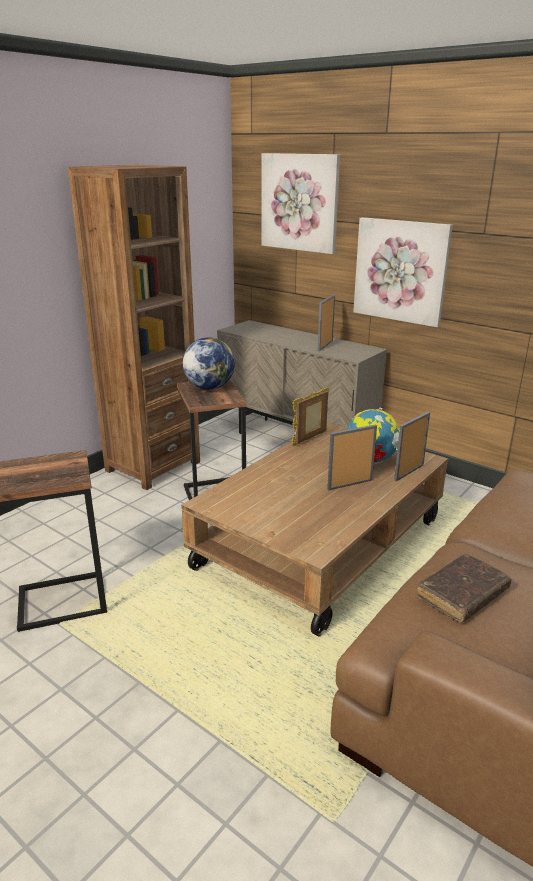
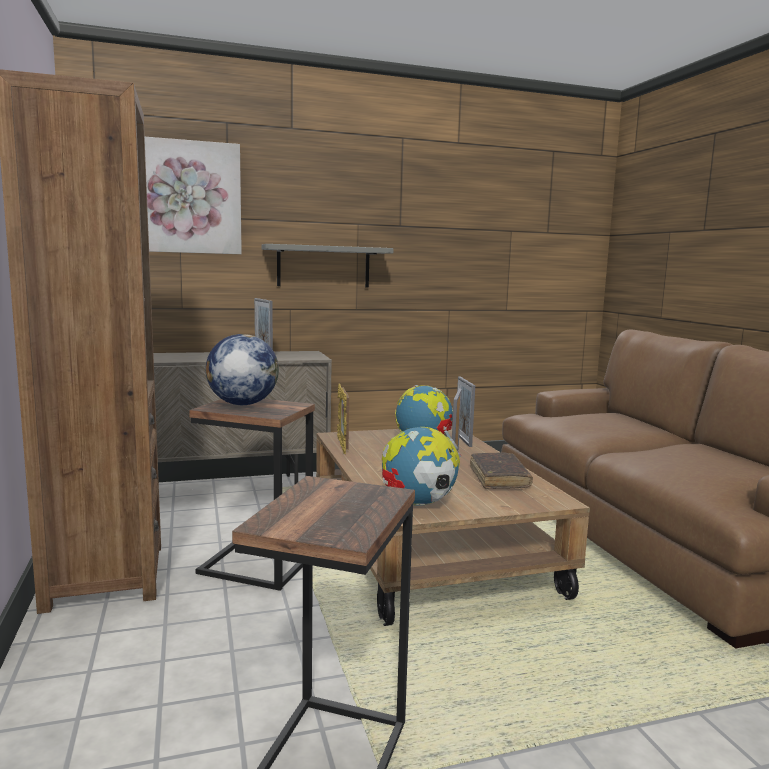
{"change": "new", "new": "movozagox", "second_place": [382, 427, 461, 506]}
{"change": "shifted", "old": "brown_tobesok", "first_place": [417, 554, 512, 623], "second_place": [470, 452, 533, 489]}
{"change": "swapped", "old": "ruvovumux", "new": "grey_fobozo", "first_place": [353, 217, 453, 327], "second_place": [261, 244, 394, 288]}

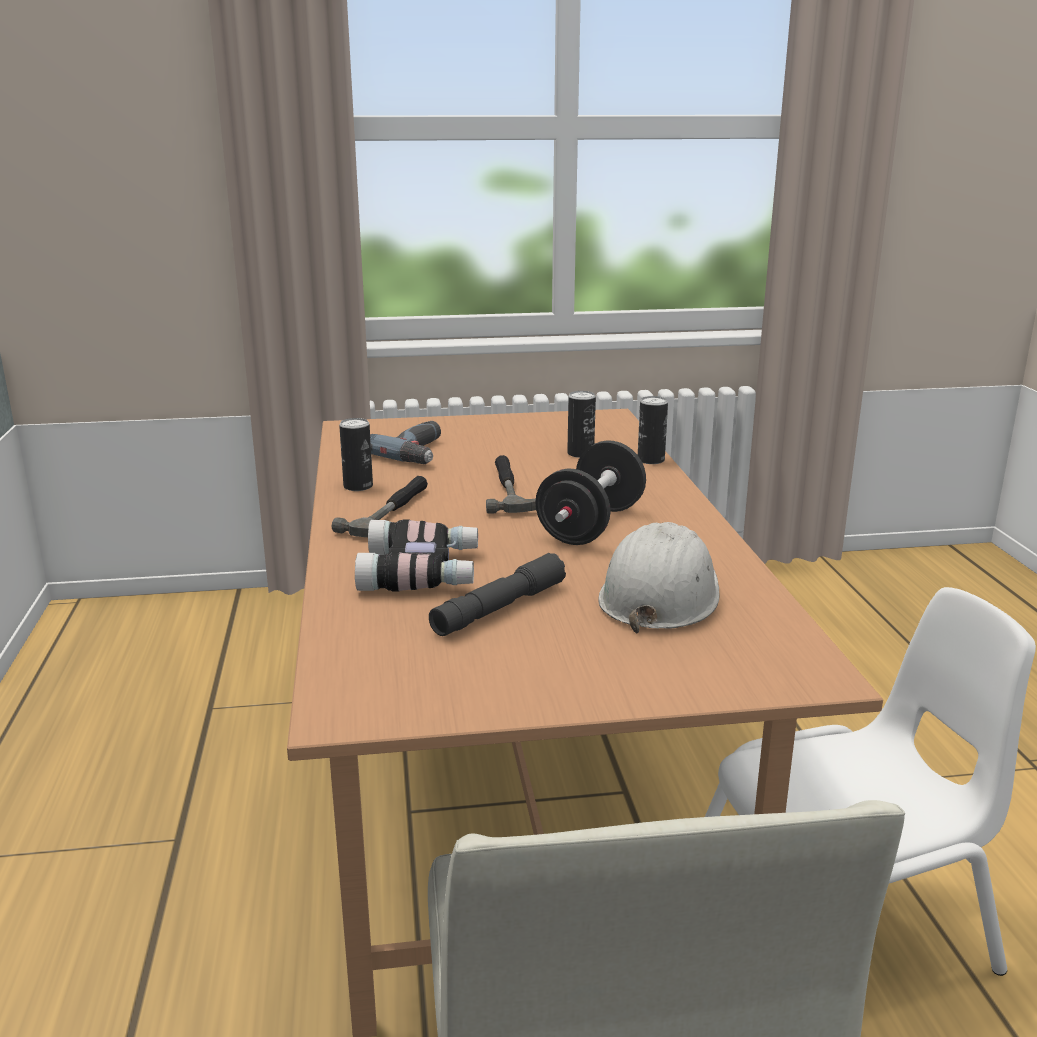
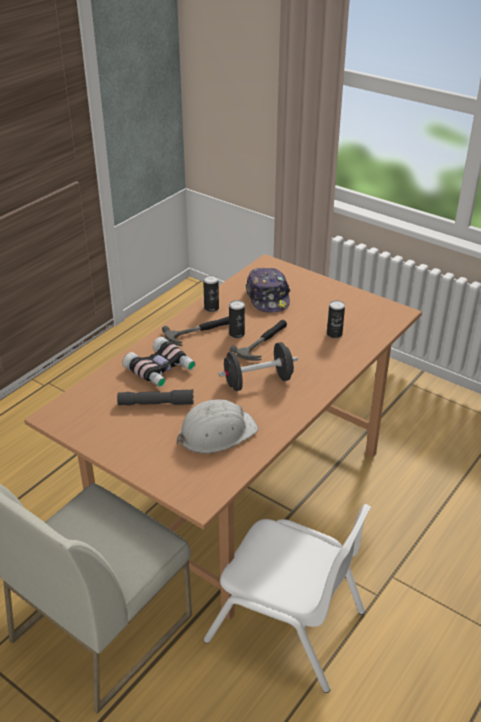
{"change": "shifted", "old": "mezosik", "first_place": [638, 396, 668, 464], "second_place": [229, 300, 245, 338]}
{"change": "swapped", "old": "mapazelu", "new": "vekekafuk", "first_place": [370, 421, 441, 464], "second_place": [246, 268, 290, 313]}

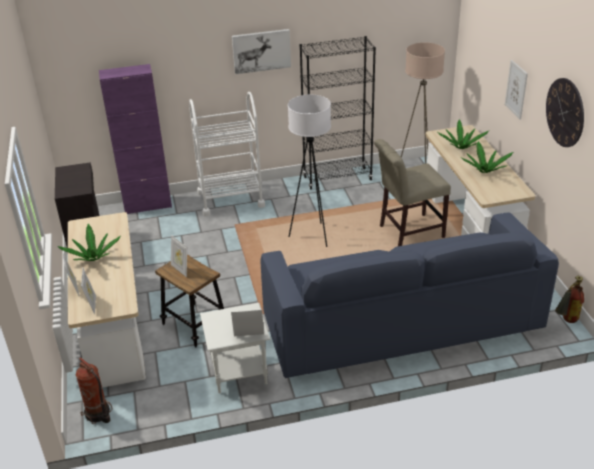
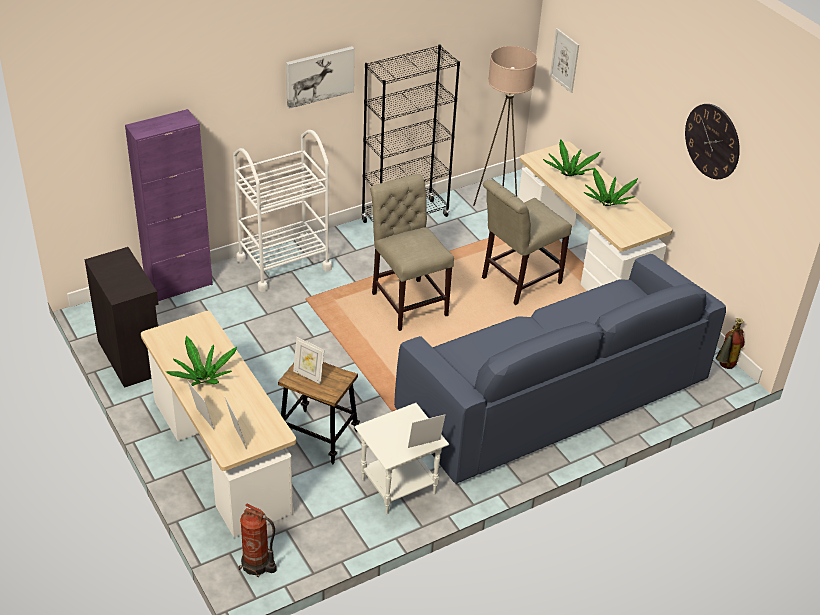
{"change": "shifted", "old": "ruvovumux", "first_place": [505, 60, 528, 120], "second_place": [550, 28, 579, 93]}
{"change": "swapped", "old": "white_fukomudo", "new": "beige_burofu", "first_place": [288, 94, 331, 247], "second_place": [370, 174, 454, 331]}

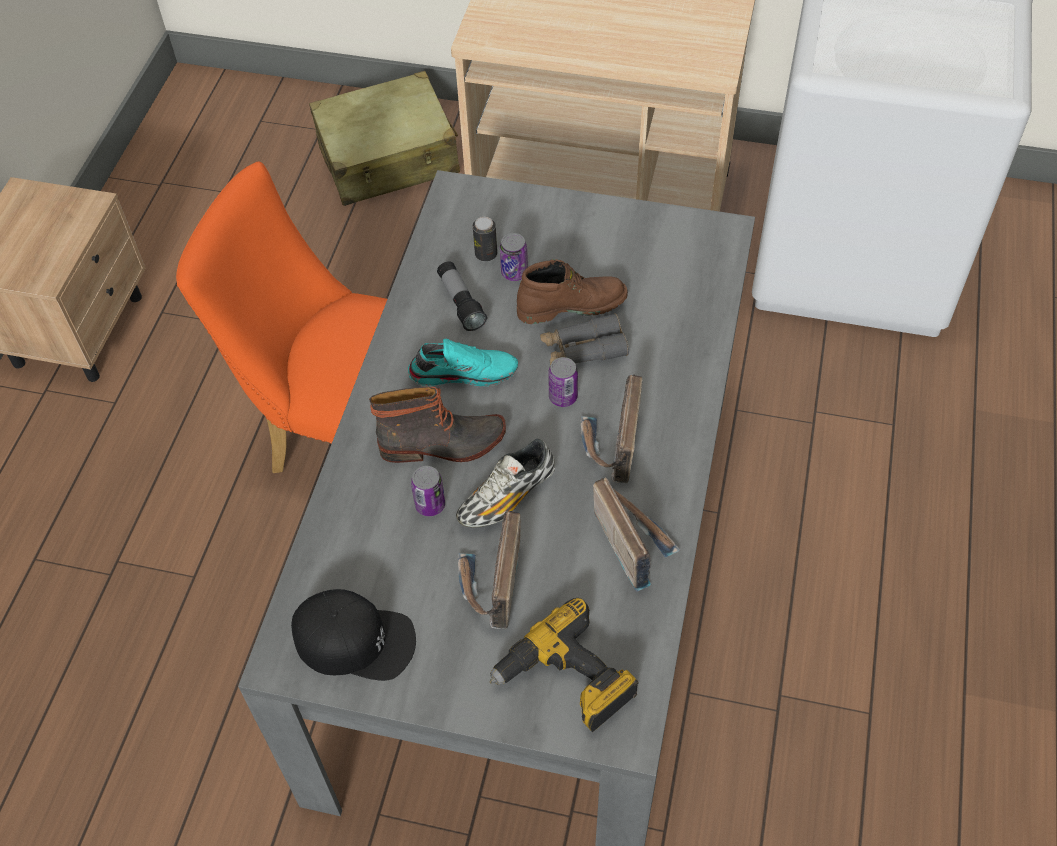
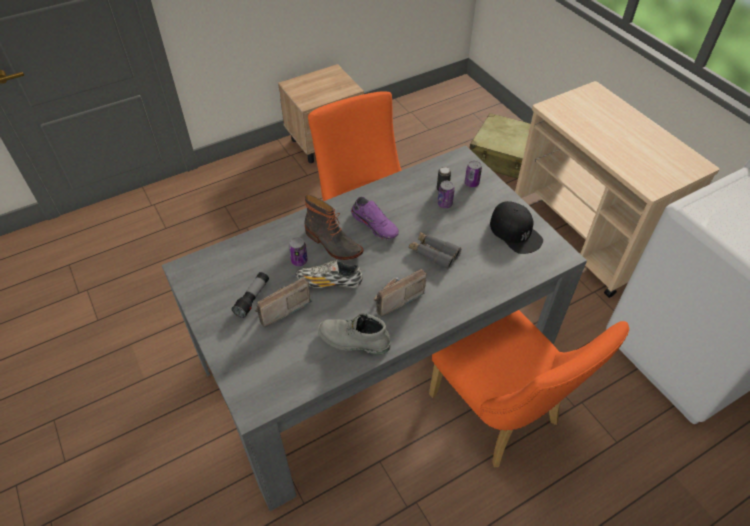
{"change": "gone", "old": "mapazelu", "first_place": [489, 598, 639, 732]}
{"change": "gone", "old": "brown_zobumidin", "first_place": [517, 259, 628, 324]}
{"change": "new", "new": "orange_burofu", "second_place": [429, 310, 629, 468]}
{"change": "shifted", "old": "black_vekekafuk", "first_place": [291, 589, 416, 681], "second_place": [490, 201, 543, 254]}
{"change": "shifted", "old": "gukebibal", "first_place": [437, 261, 487, 331], "second_place": [231, 272, 269, 318]}
{"change": "shifted", "old": "mezosik", "first_place": [548, 357, 578, 407], "second_place": [465, 160, 482, 187]}
{"change": "swapped", "old": "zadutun", "new": "grey_zobumidin", "first_place": [593, 477, 680, 592], "second_place": [318, 313, 391, 355]}
{"change": "repainted", "old": "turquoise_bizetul", "new": "purple_bizetul", "first_place": [408, 339, 518, 386], "second_place": [351, 197, 399, 240]}

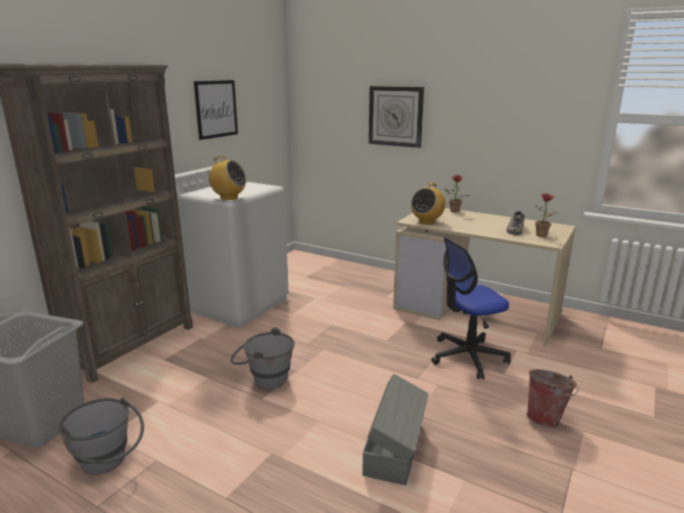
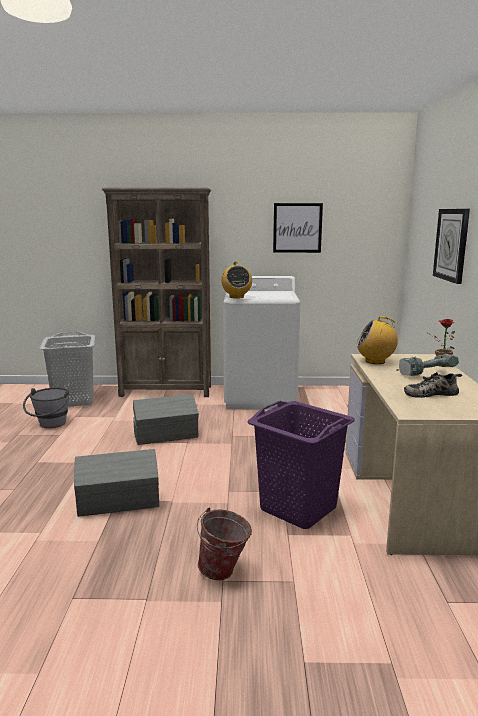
{"change": "gone", "old": "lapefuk", "first_place": [535, 193, 558, 237]}
{"change": "new", "new": "mapazelu", "second_place": [396, 354, 459, 376]}
{"change": "swapped", "old": "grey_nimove", "new": "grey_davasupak", "first_place": [231, 327, 295, 389], "second_place": [133, 394, 199, 445]}
{"change": "swapped", "old": "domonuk", "new": "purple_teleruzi", "first_place": [431, 237, 511, 379], "second_place": [247, 401, 355, 529]}

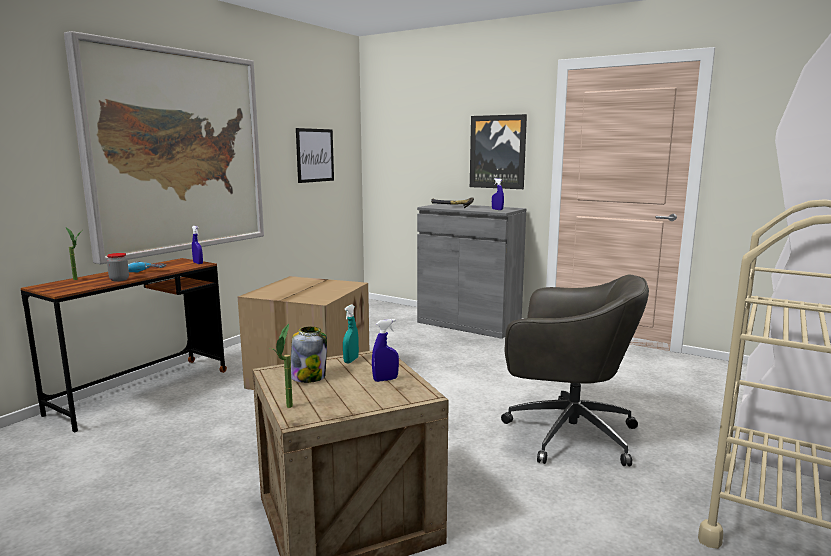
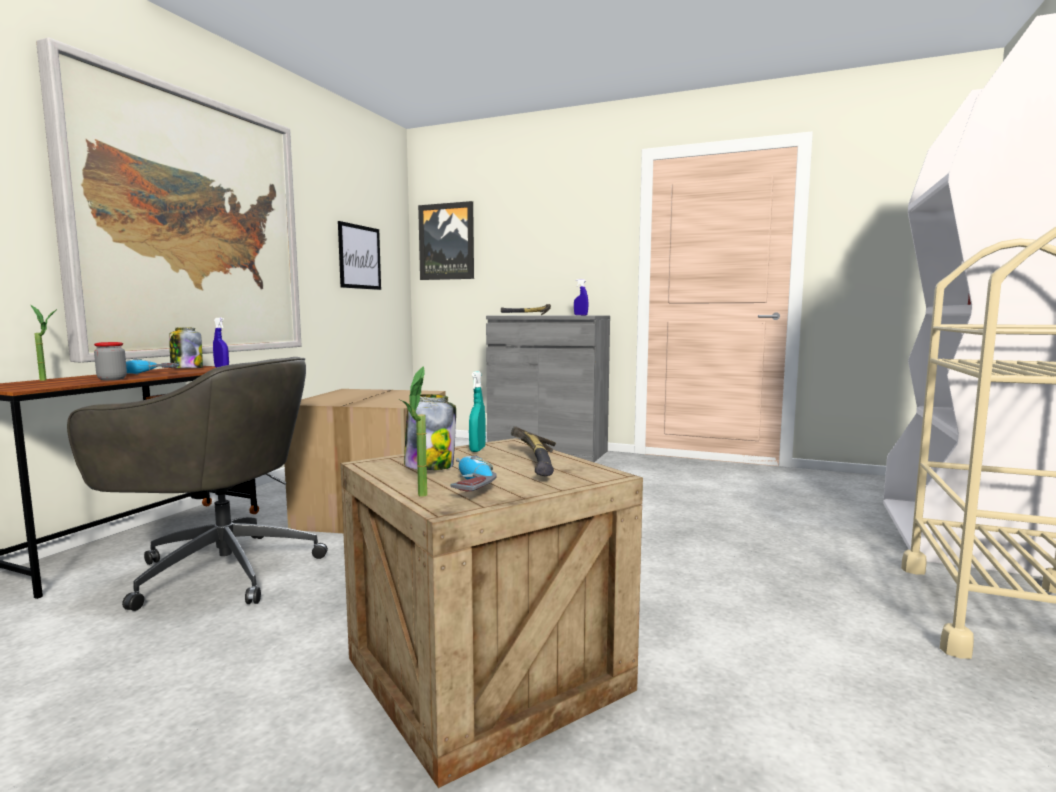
{"change": "new", "new": "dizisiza", "second_place": [169, 327, 203, 368]}
{"change": "new", "new": "mapazelu", "second_place": [450, 455, 497, 491]}
{"change": "shifted", "old": "ruvovumux", "first_place": [470, 114, 527, 189], "second_place": [418, 201, 474, 280]}
{"change": "shifted", "old": "grey_domonuk", "first_place": [501, 275, 649, 466], "second_place": [67, 357, 328, 611]}
{"change": "swapped", "old": "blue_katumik", "new": "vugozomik", "first_place": [372, 319, 399, 382], "second_place": [511, 426, 556, 476]}

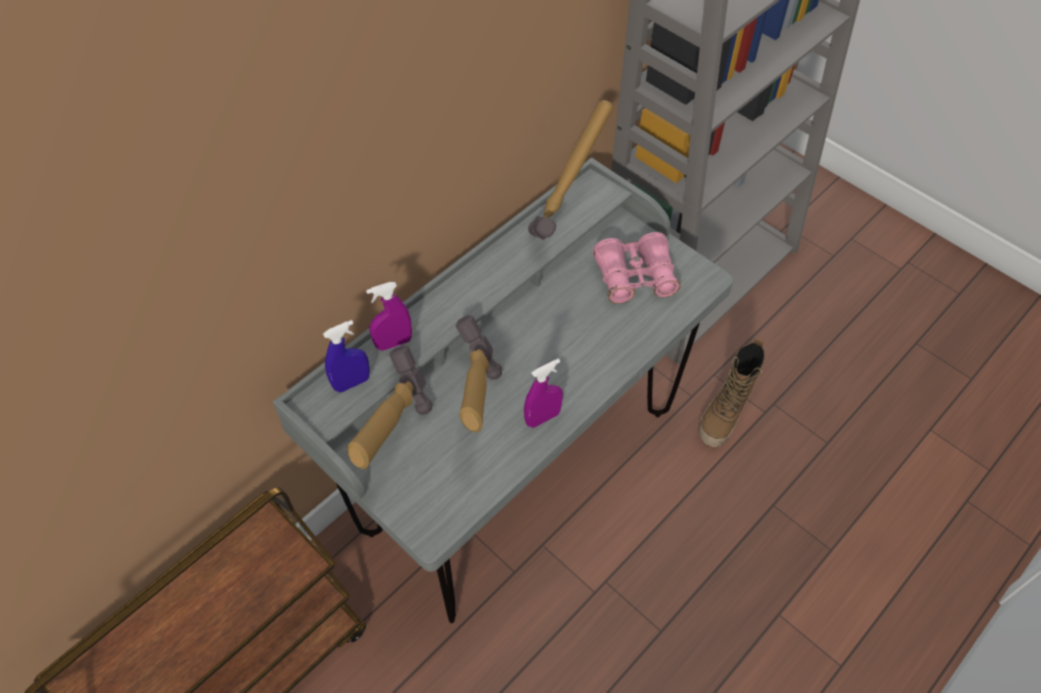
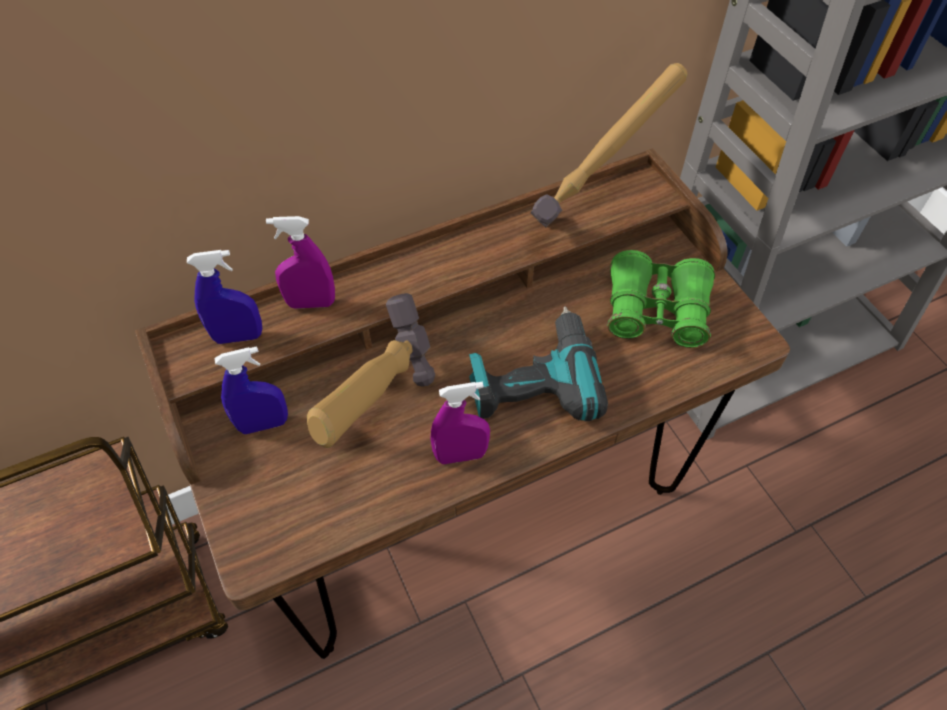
{"change": "gone", "old": "zobumidin", "first_place": [698, 338, 765, 447]}
{"change": "new", "new": "mapazelu", "second_place": [469, 307, 608, 421]}
{"change": "swapped", "old": "vugozomik", "new": "blue_katumik", "first_place": [347, 345, 432, 469], "second_place": [215, 346, 288, 434]}
{"change": "repainted", "old": "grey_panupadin", "new": "brown_panupadin", "first_place": [273, 157, 734, 623], "second_place": [135, 148, 790, 659]}
{"change": "repainted", "old": "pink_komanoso", "new": "green_komanoso", "first_place": [593, 232, 681, 304], "second_place": [607, 250, 715, 348]}

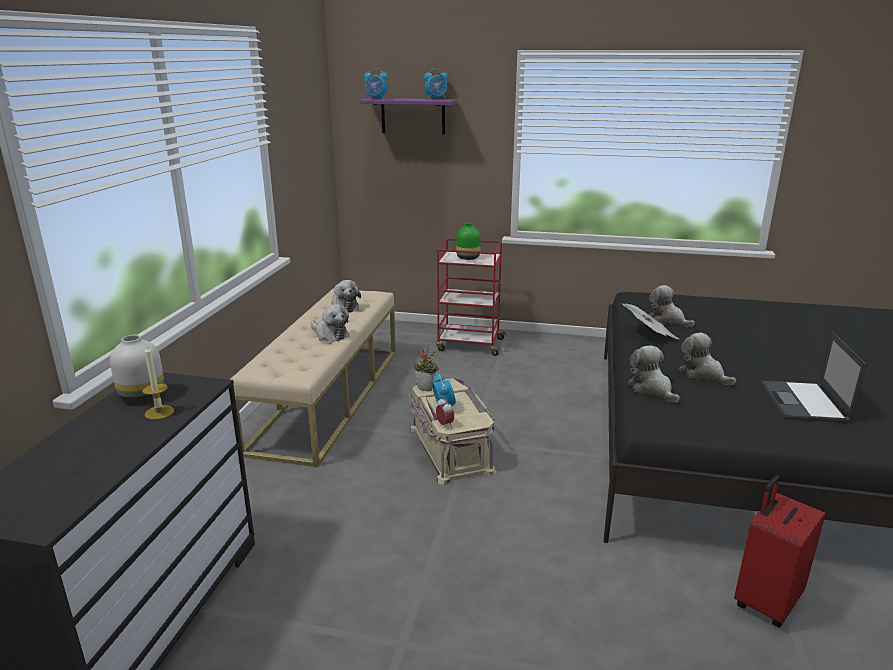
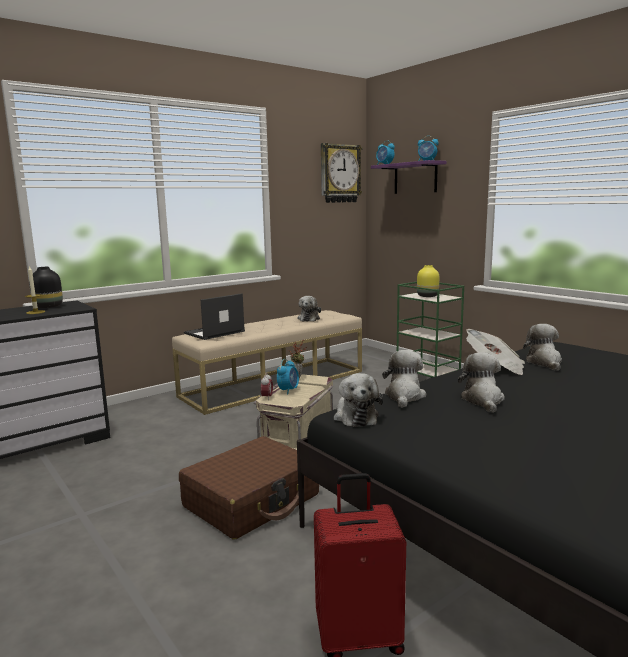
{"change": "new", "new": "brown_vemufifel", "second_place": [179, 436, 319, 540]}
{"change": "new", "new": "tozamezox", "second_place": [321, 143, 362, 203]}
{"change": "shifted", "old": "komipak", "first_place": [311, 304, 349, 342], "second_place": [334, 373, 383, 427]}
{"change": "shifted", "old": "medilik", "first_place": [761, 332, 867, 423], "second_place": [184, 293, 245, 340]}
{"change": "repainted", "old": "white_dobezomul", "new": "black_dobezomul", "first_place": [110, 335, 164, 403], "second_place": [29, 267, 63, 308]}
{"change": "repainted", "old": "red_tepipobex", "new": "green_tepipobex", "first_place": [436, 238, 507, 356], "second_place": [397, 282, 464, 378]}
{"change": "repainted", "old": "green_dobezomul", "new": "yellow_dobezomul", "first_place": [456, 223, 481, 260], "second_place": [417, 265, 439, 297]}

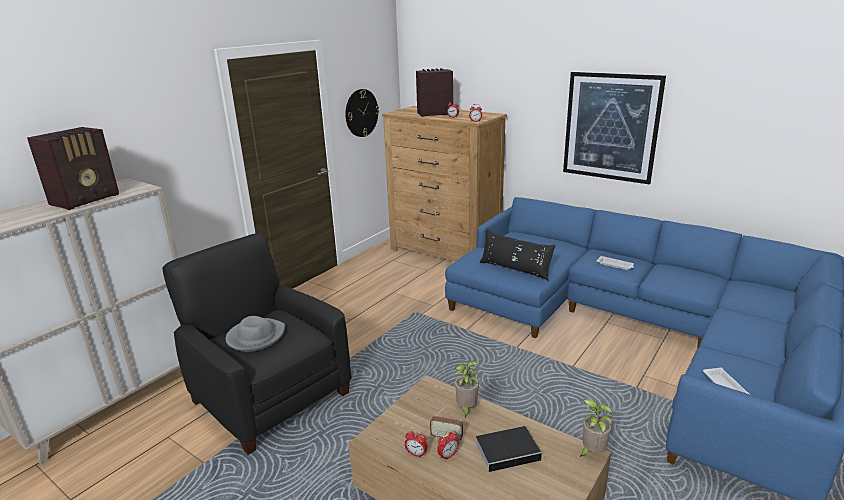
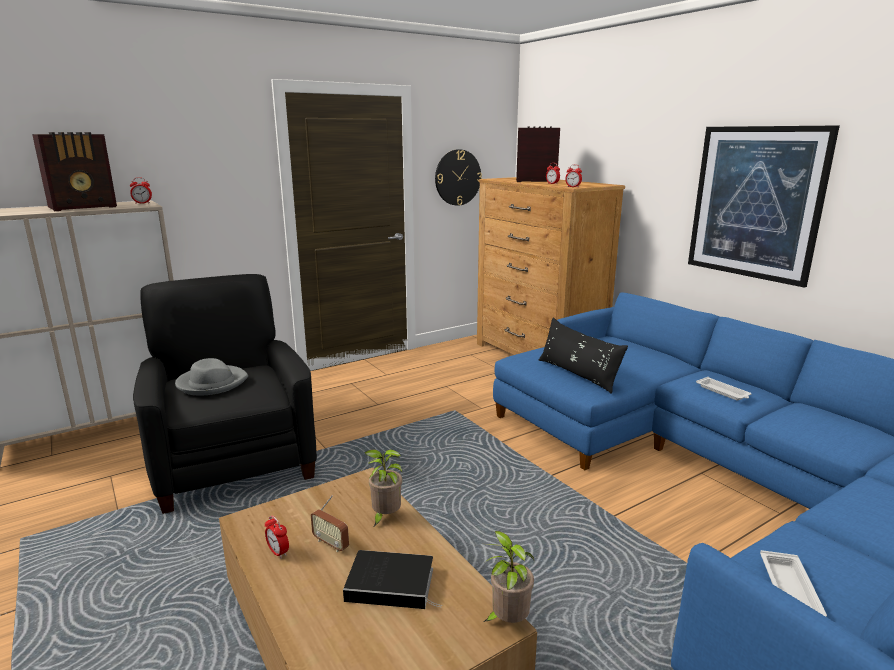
{"change": "shifted", "old": "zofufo", "first_place": [437, 430, 459, 461], "second_place": [130, 177, 152, 204]}

